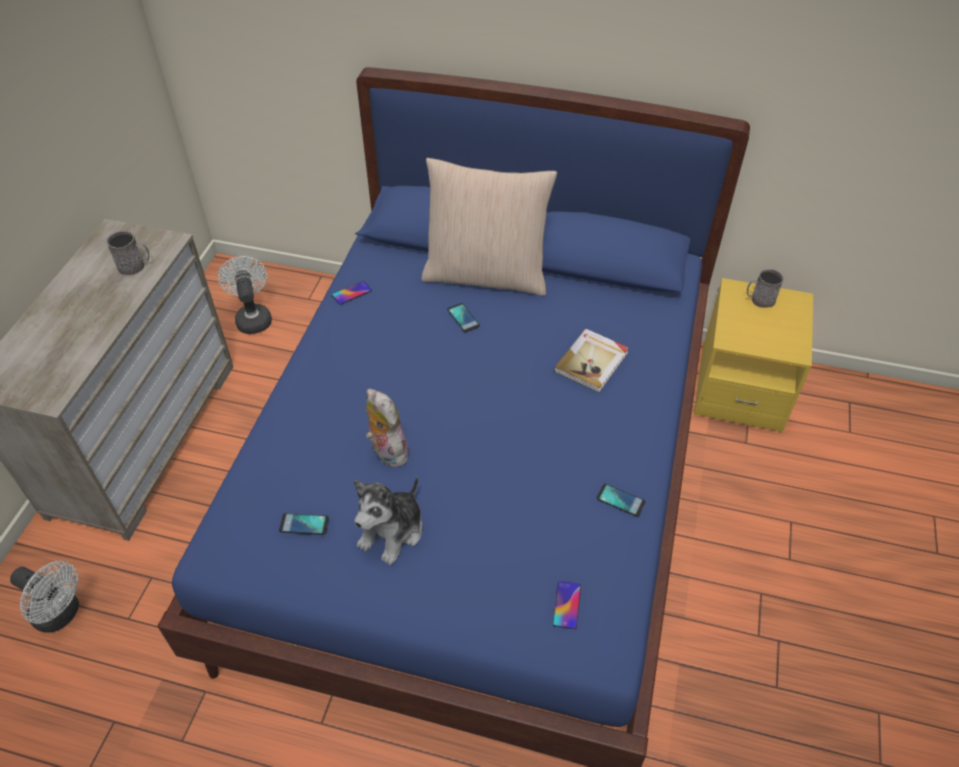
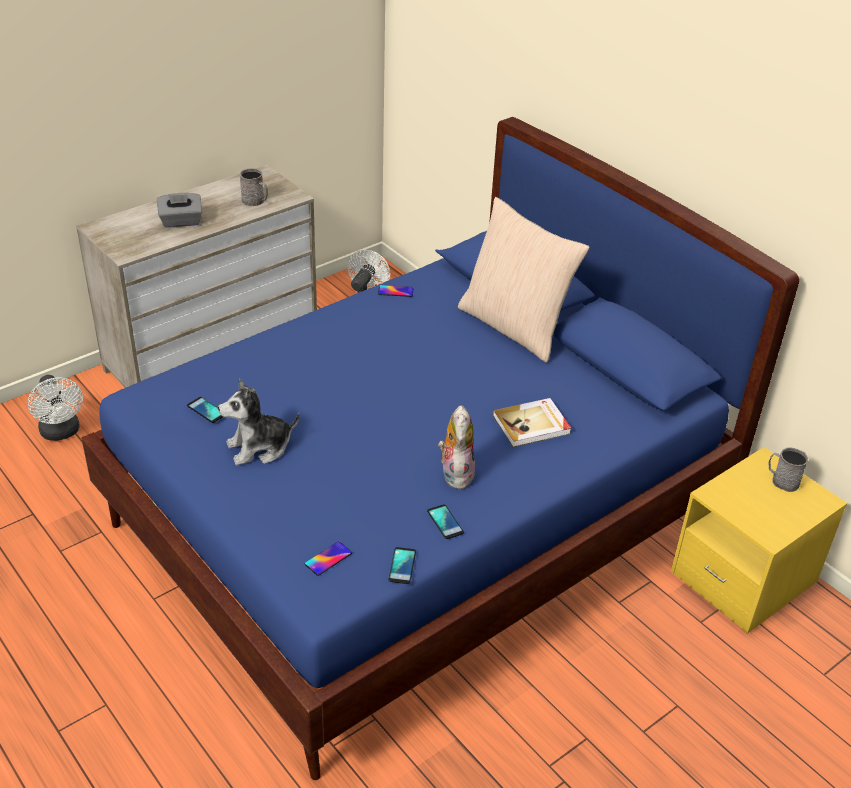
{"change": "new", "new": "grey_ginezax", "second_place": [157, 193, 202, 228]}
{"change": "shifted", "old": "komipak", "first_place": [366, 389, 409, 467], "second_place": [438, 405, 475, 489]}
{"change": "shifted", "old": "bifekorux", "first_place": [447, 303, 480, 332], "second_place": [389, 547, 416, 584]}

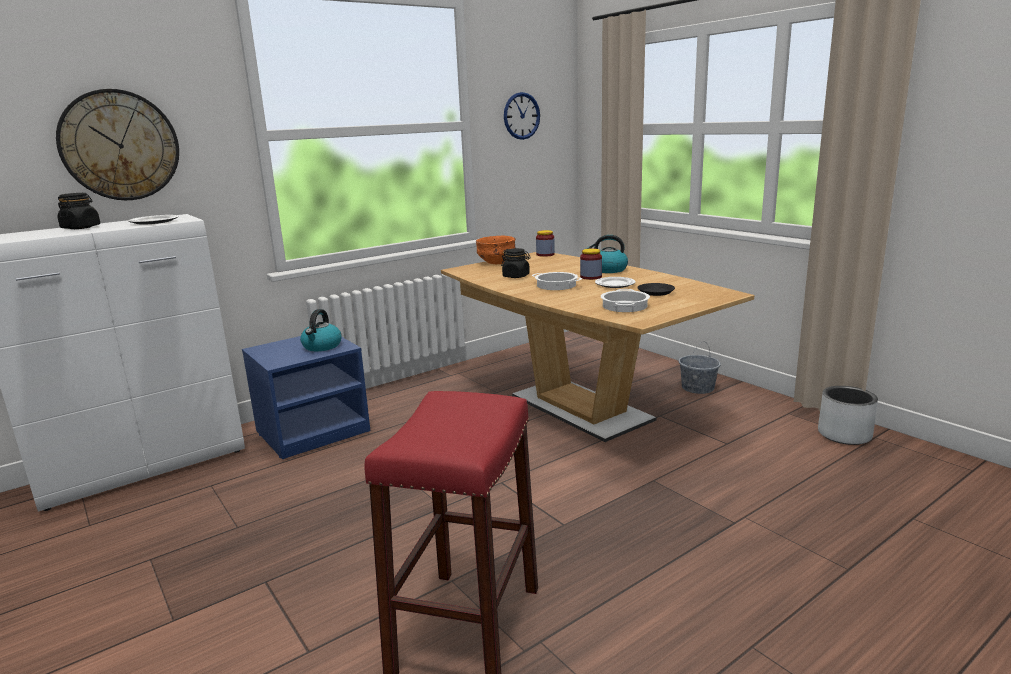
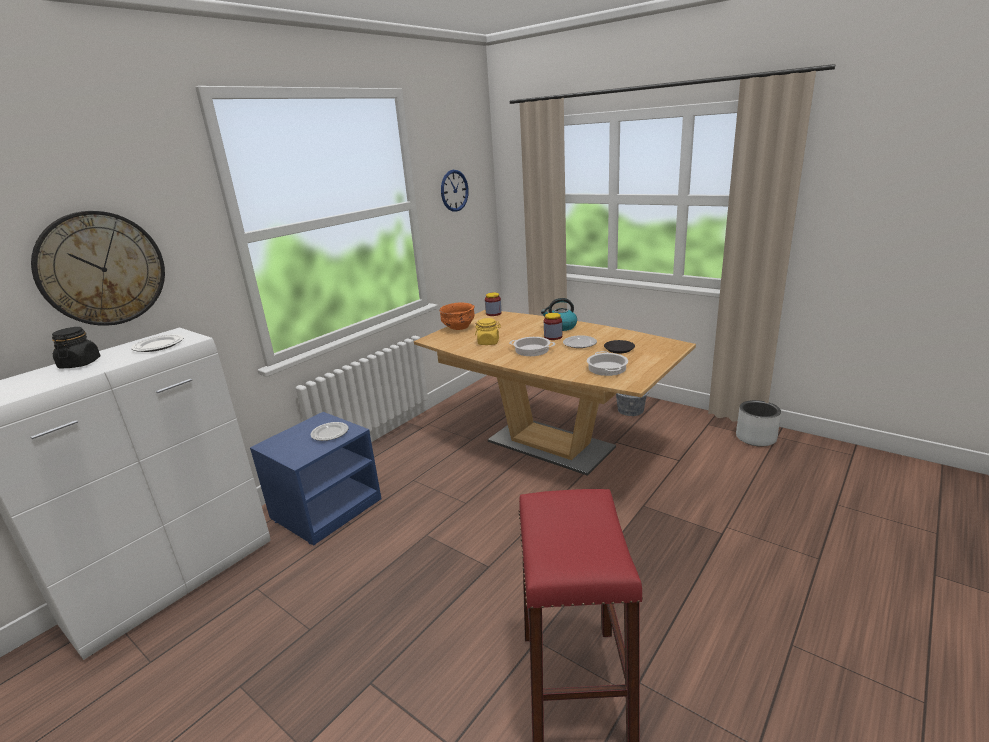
{"change": "swapped", "old": "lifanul", "new": "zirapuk", "first_place": [300, 309, 342, 351], "second_place": [311, 422, 348, 441]}
{"change": "repainted", "old": "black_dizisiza", "new": "yellow_dizisiza", "first_place": [501, 248, 531, 278], "second_place": [475, 318, 501, 345]}

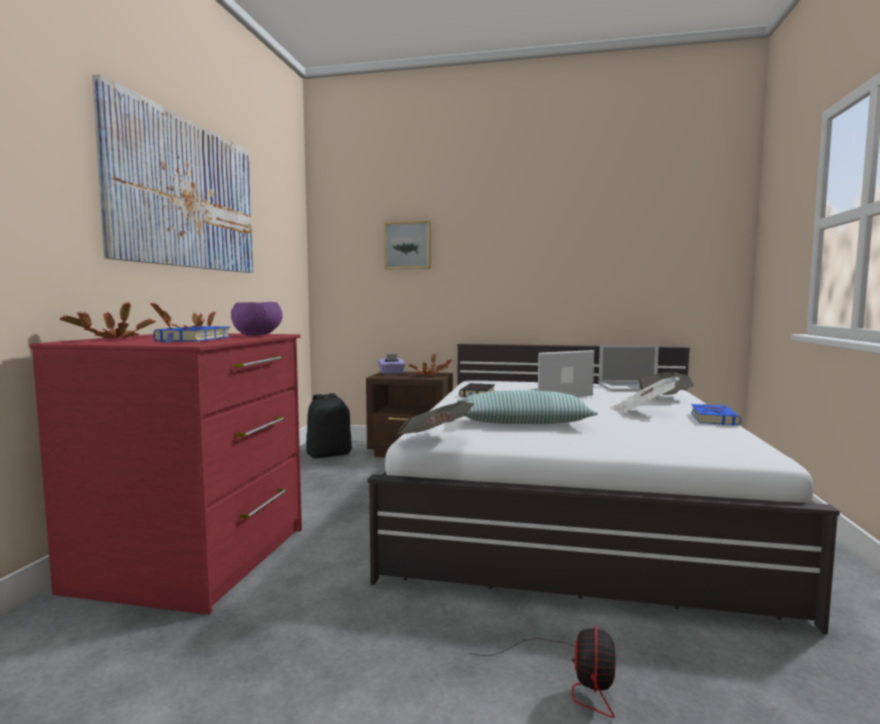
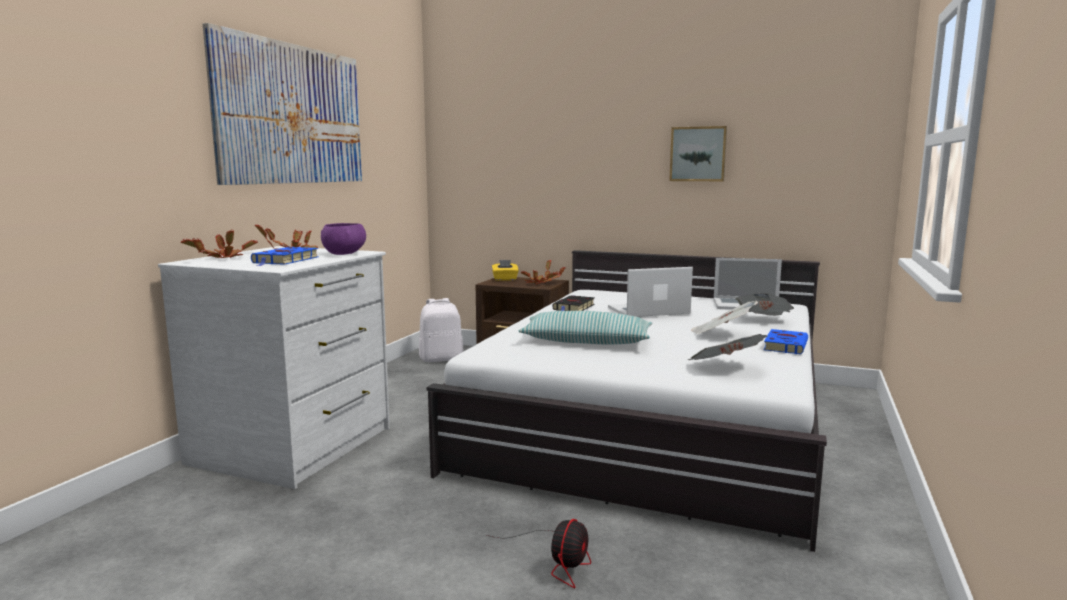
{"change": "shifted", "old": "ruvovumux", "first_place": [384, 221, 431, 269], "second_place": [669, 126, 727, 181]}
{"change": "shifted", "old": "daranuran", "first_place": [396, 401, 474, 434], "second_place": [688, 334, 768, 360]}
{"change": "repainted", "old": "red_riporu", "new": "white_riporu", "first_place": [30, 333, 302, 615], "second_place": [158, 246, 390, 489]}
{"change": "repainted", "old": "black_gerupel", "new": "white_gerupel", "first_place": [306, 393, 352, 458], "second_place": [419, 298, 464, 362]}
{"change": "repainted", "old": "purple_ginezax", "new": "yellow_ginezax", "first_place": [378, 354, 405, 374], "second_place": [492, 260, 519, 281]}

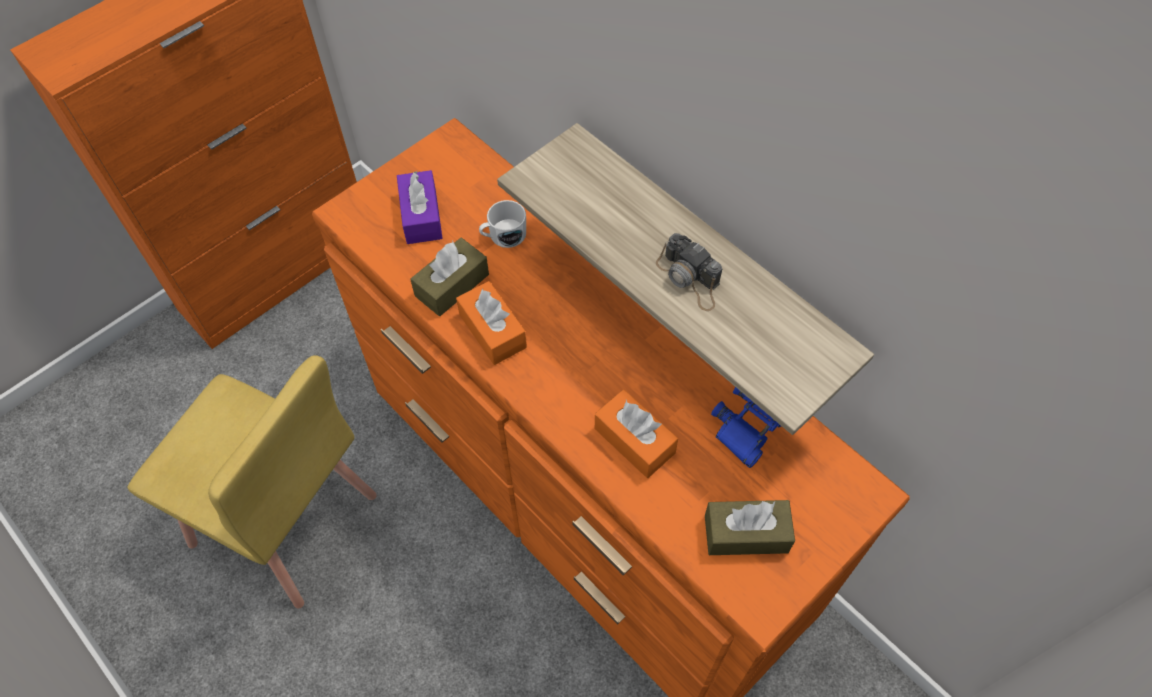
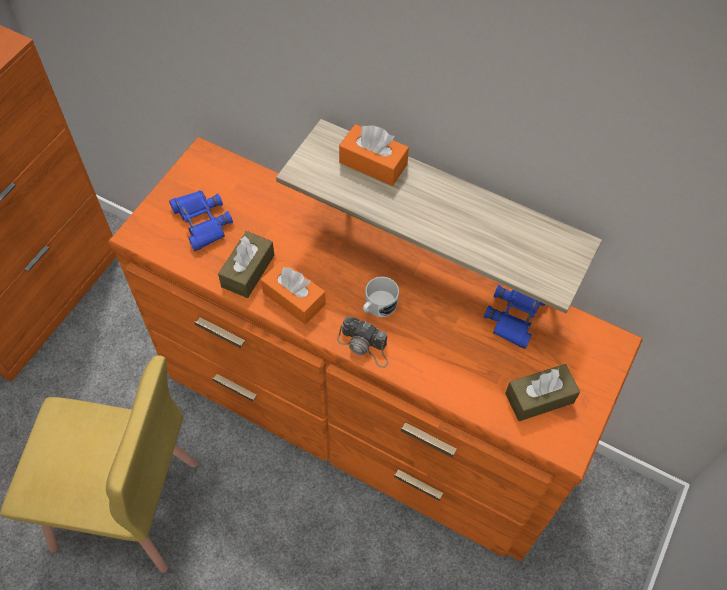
{"change": "shifted", "old": "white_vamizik", "first_place": [479, 200, 526, 248], "second_place": [363, 277, 399, 317]}
{"change": "shifted", "old": "orange_ginezax", "first_place": [595, 389, 678, 478], "second_place": [339, 124, 409, 186]}
{"change": "shifted", "old": "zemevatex", "first_place": [656, 233, 722, 311], "second_place": [337, 316, 388, 368]}
{"change": "swapped", "old": "purple_ginezax", "new": "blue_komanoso", "first_place": [397, 170, 443, 244], "second_place": [169, 190, 233, 251]}

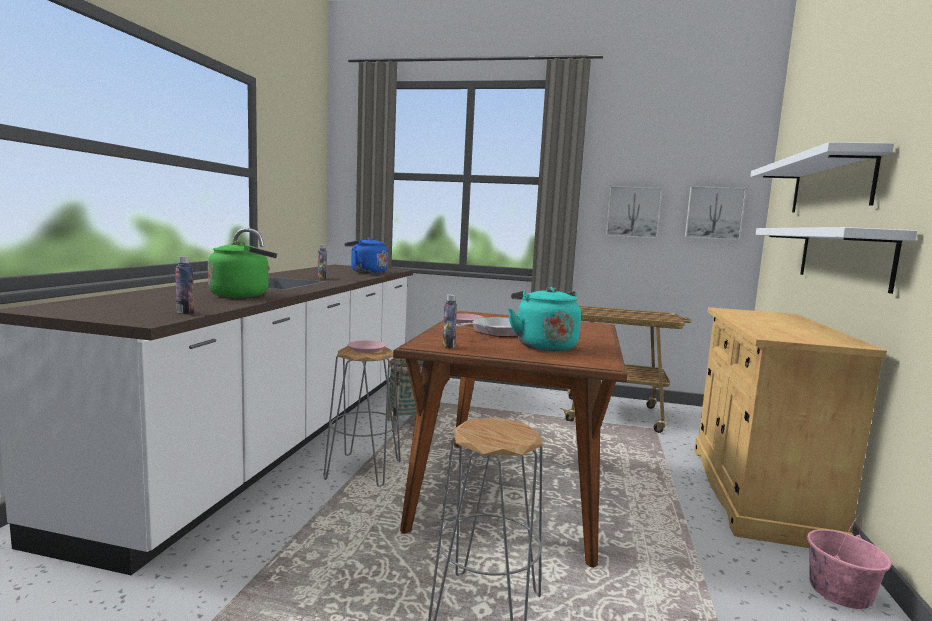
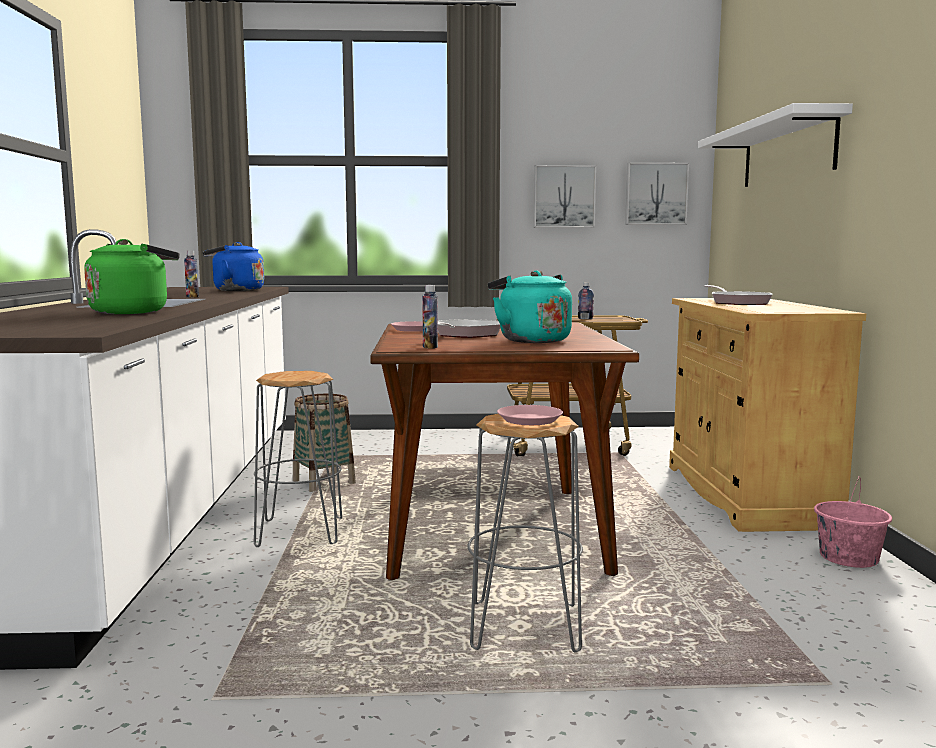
{"change": "gone", "old": "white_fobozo", "first_place": [756, 227, 917, 294]}
{"change": "new", "new": "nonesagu", "second_place": [704, 285, 773, 305]}
{"change": "shifted", "old": "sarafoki", "first_place": [175, 256, 194, 315], "second_place": [578, 282, 594, 319]}
{"change": "shifted", "old": "pink_zirapuk", "first_place": [348, 340, 386, 353], "second_place": [497, 405, 563, 425]}

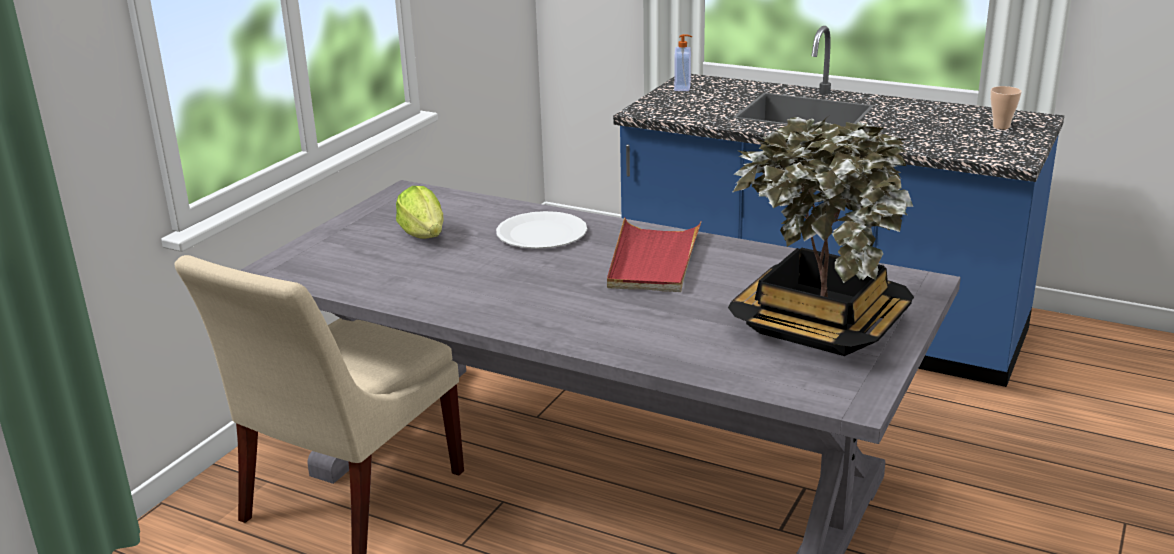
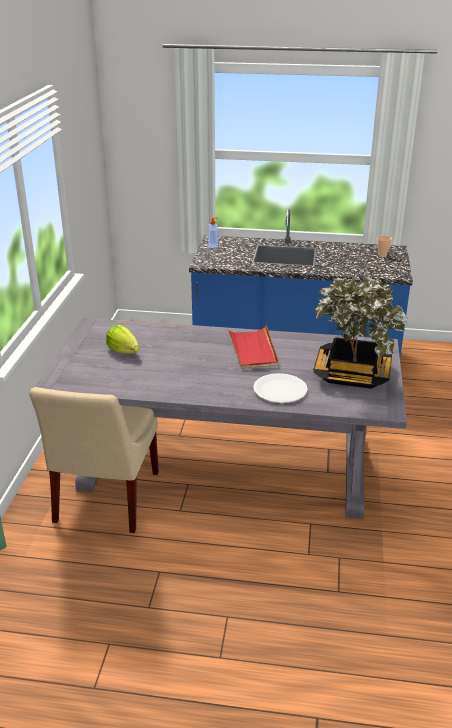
{"change": "shifted", "old": "white_zirapuk", "first_place": [496, 211, 587, 249], "second_place": [253, 373, 308, 403]}

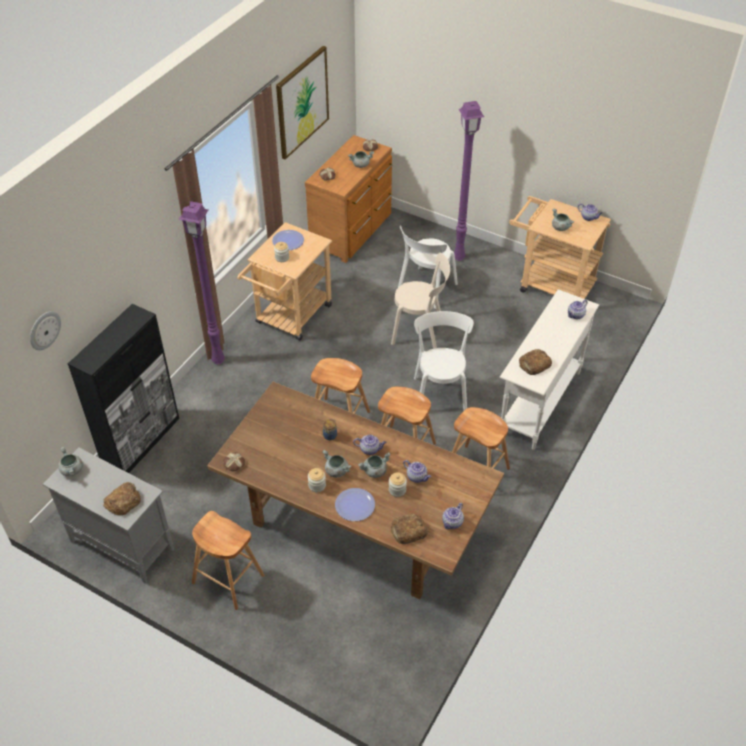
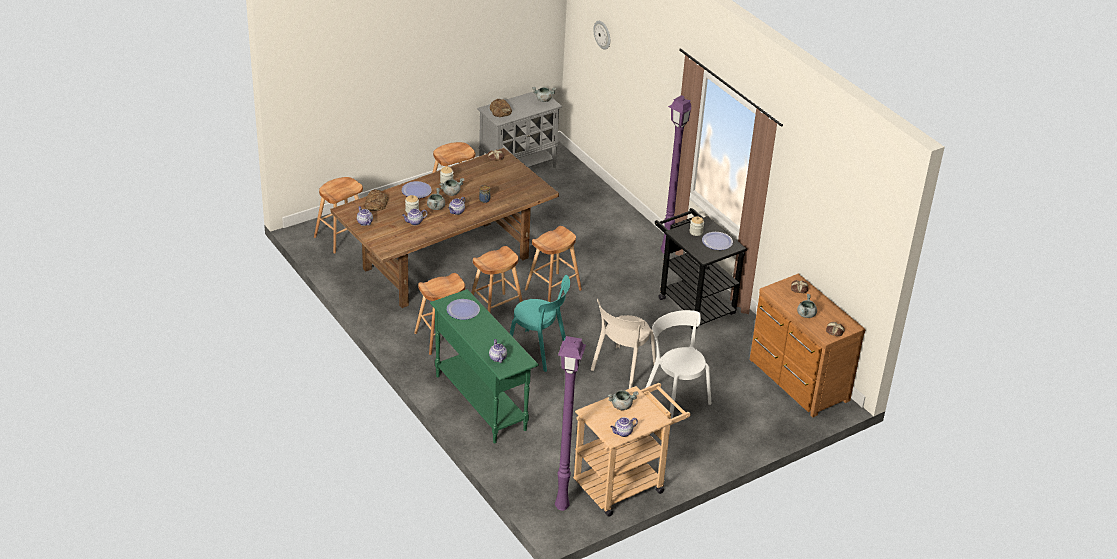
{"change": "gone", "old": "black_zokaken", "first_place": [68, 304, 179, 473]}
{"change": "gone", "old": "ruvovumux", "first_place": [276, 46, 329, 160]}
{"change": "new", "new": "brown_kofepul", "second_place": [314, 177, 363, 254]}
{"change": "shifted", "old": "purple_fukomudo", "first_place": [454, 101, 484, 261], "second_place": [555, 336, 586, 511]}
{"change": "swapped", "old": "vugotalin", "new": "zirapuk", "first_place": [519, 349, 552, 375], "second_place": [447, 299, 480, 320]}
{"change": "repainted", "old": "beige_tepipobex", "new": "black_tepipobex", "first_place": [237, 222, 332, 341], "second_place": [655, 208, 747, 330]}
{"change": "repainted", "old": "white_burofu", "new": "turquoise_burofu", "first_place": [414, 311, 474, 411], "second_place": [510, 275, 570, 372]}
{"change": "repainted", "old": "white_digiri", "new": "green_digiri", "first_place": [500, 289, 599, 450], "second_place": [430, 289, 539, 443]}

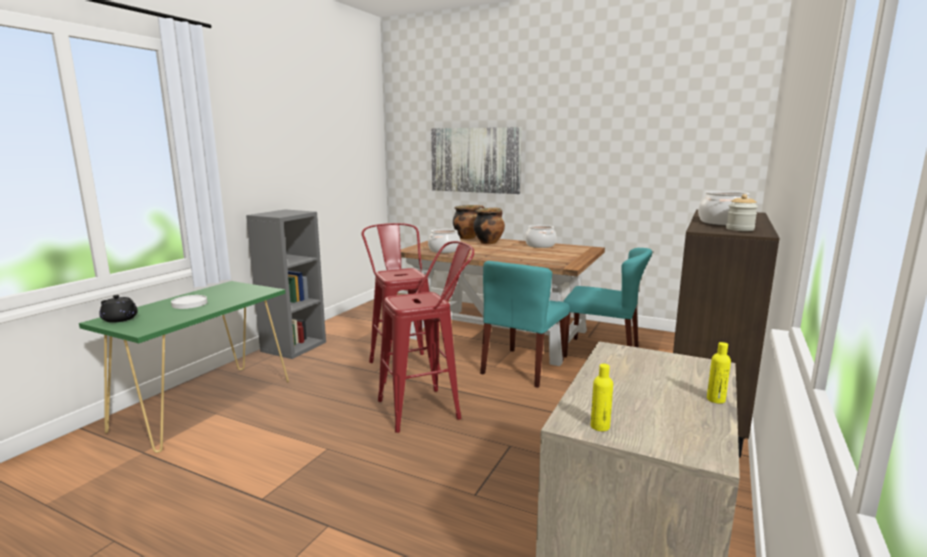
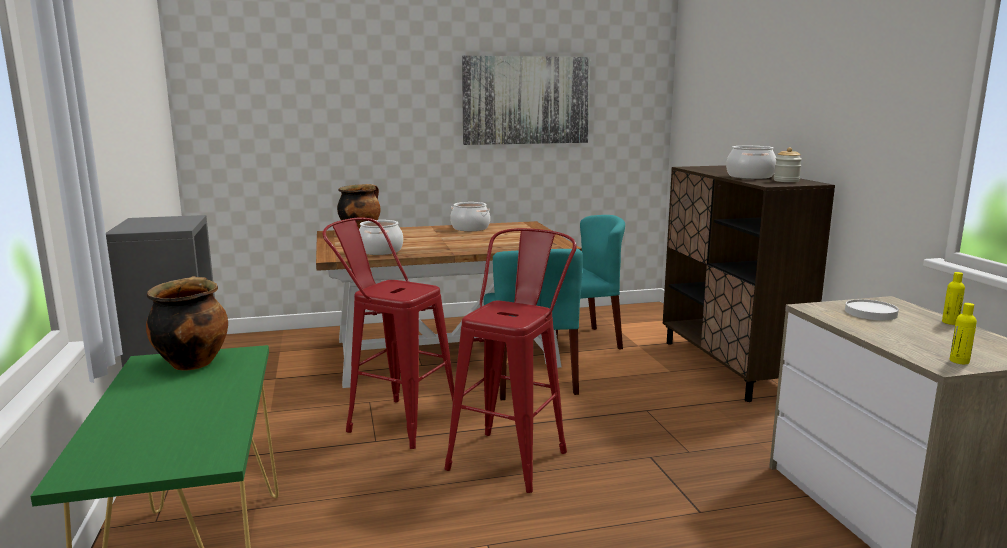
{"change": "gone", "old": "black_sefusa", "first_place": [99, 295, 138, 323]}
{"change": "shifted", "old": "white_zirapuk", "first_place": [171, 295, 207, 309], "second_place": [845, 299, 899, 320]}
{"change": "shifted", "old": "ruvovumux", "first_place": [431, 127, 522, 194], "second_place": [462, 56, 591, 145]}
{"change": "shifted", "old": "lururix", "first_place": [473, 208, 505, 244], "second_place": [146, 276, 228, 371]}

